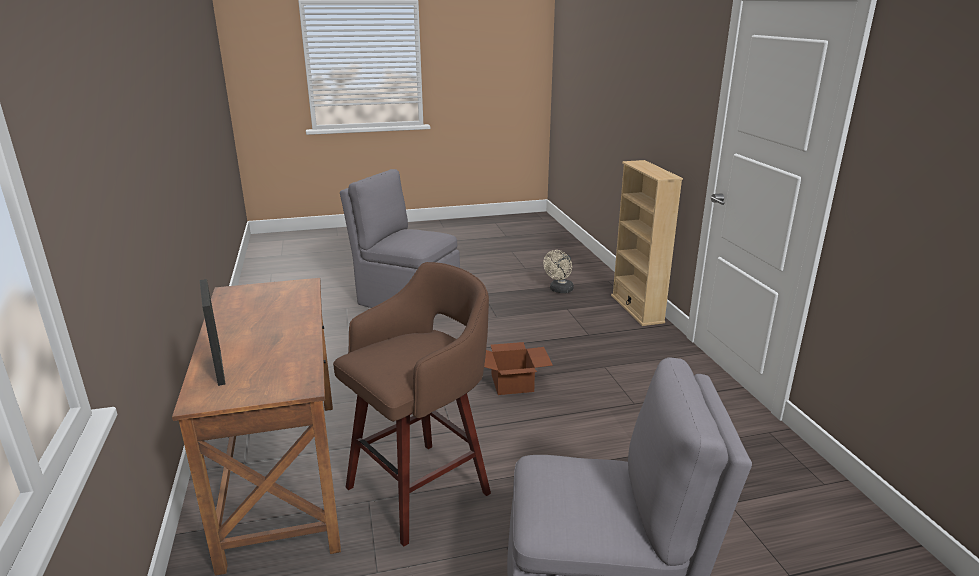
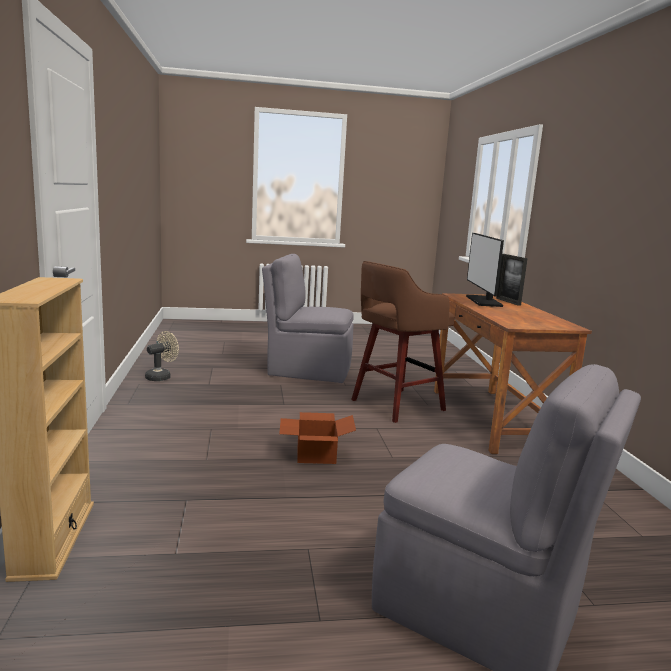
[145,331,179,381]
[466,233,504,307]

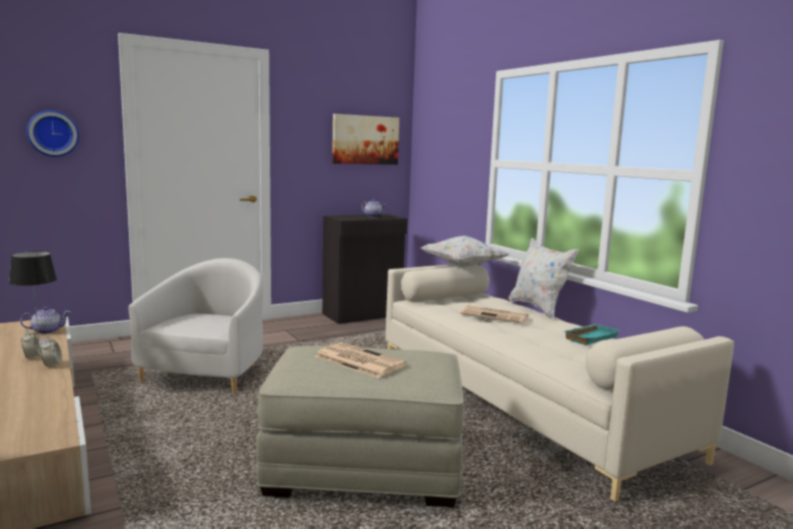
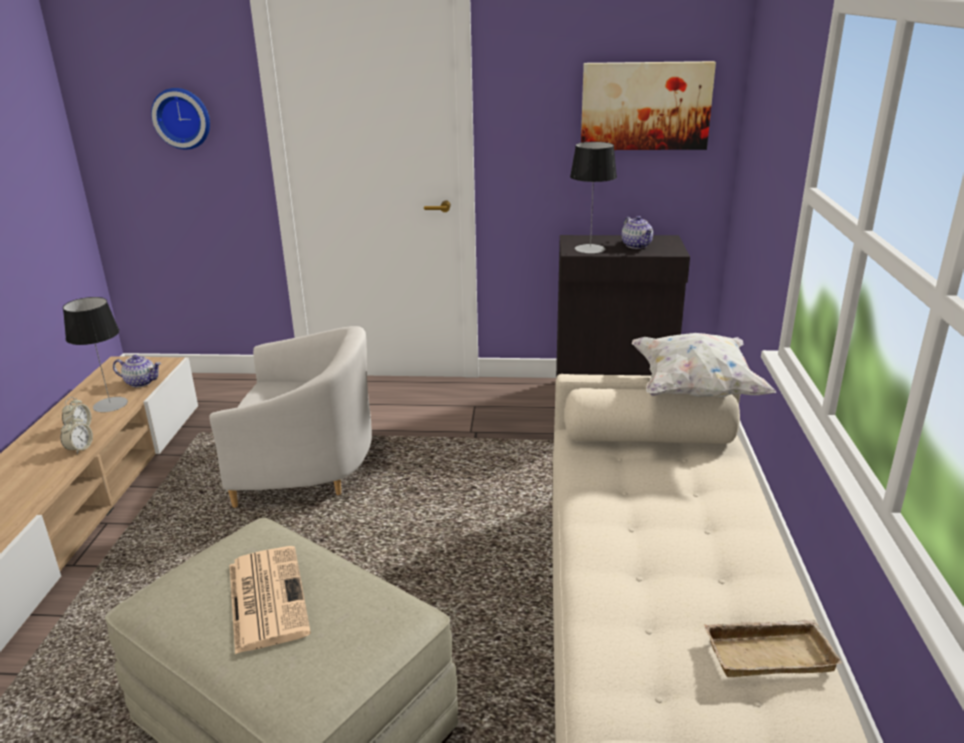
[508,238,579,320] (first image)
[209,326,372,508]
[460,305,528,323] (first image)
[704,620,842,677]
[570,142,617,254]

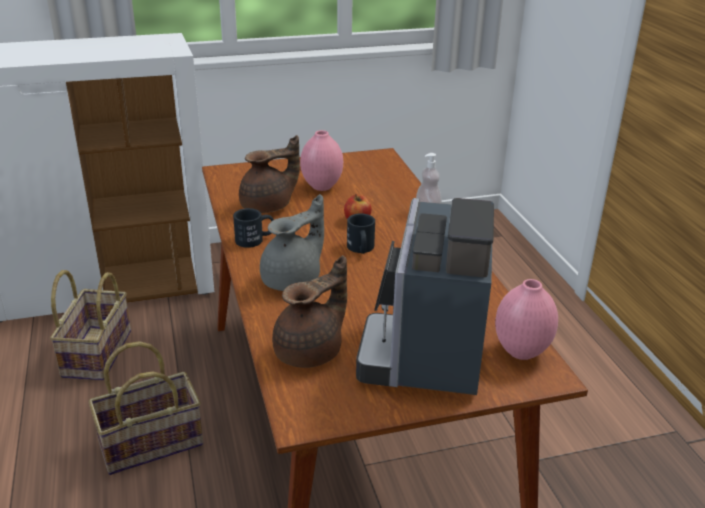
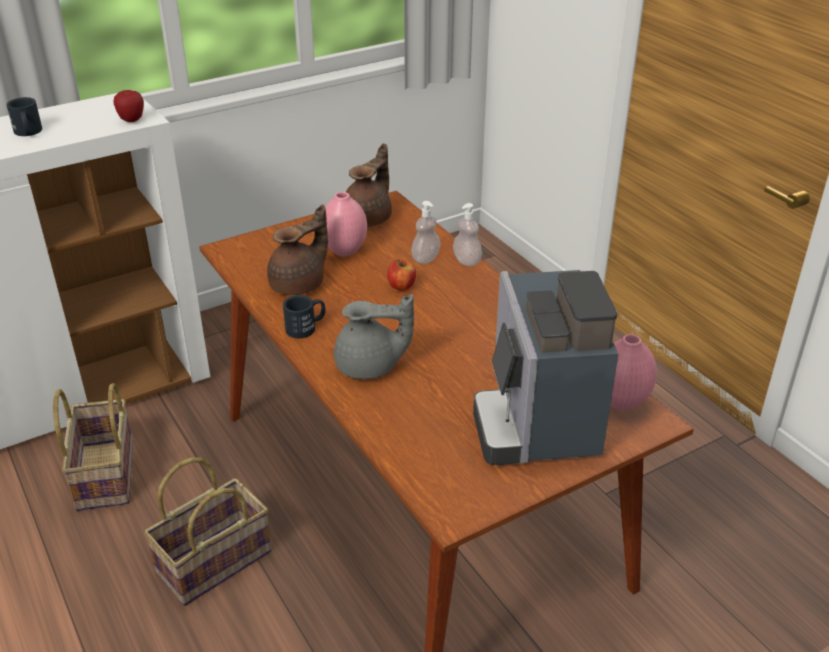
[334,294,414,379]
[6,97,42,136]
[346,143,392,227]
[114,90,144,122]
[411,201,441,264]

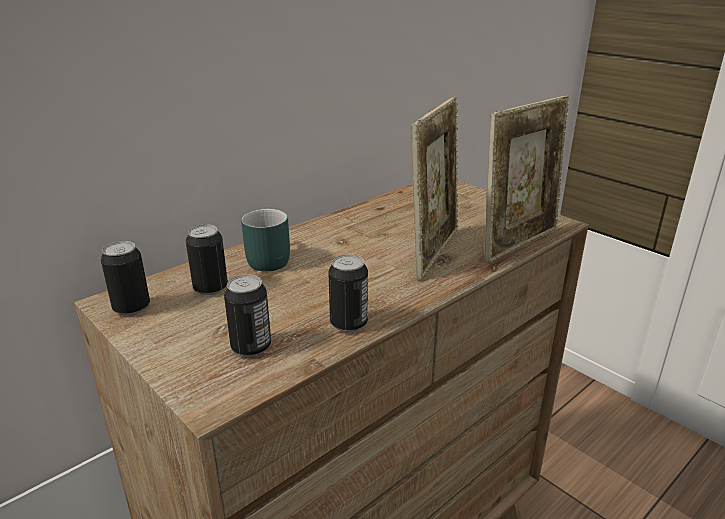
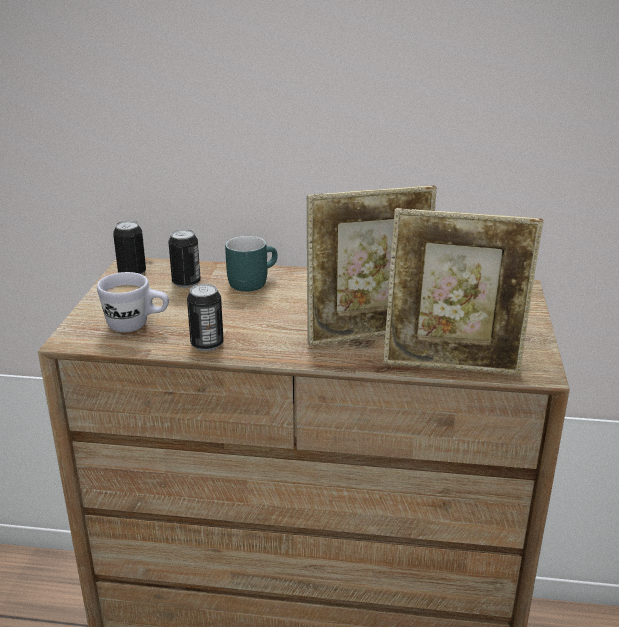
[97,272,169,333]

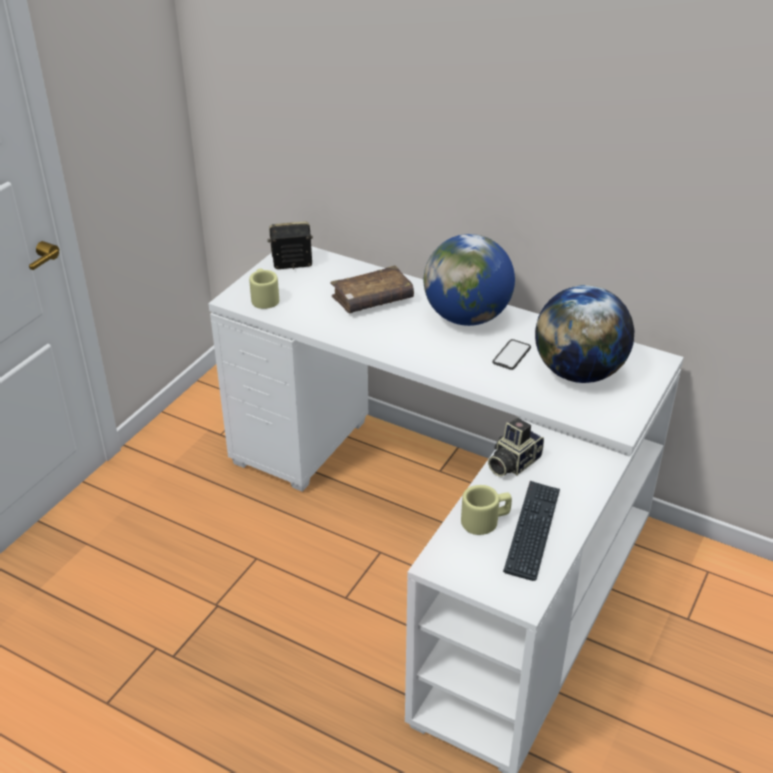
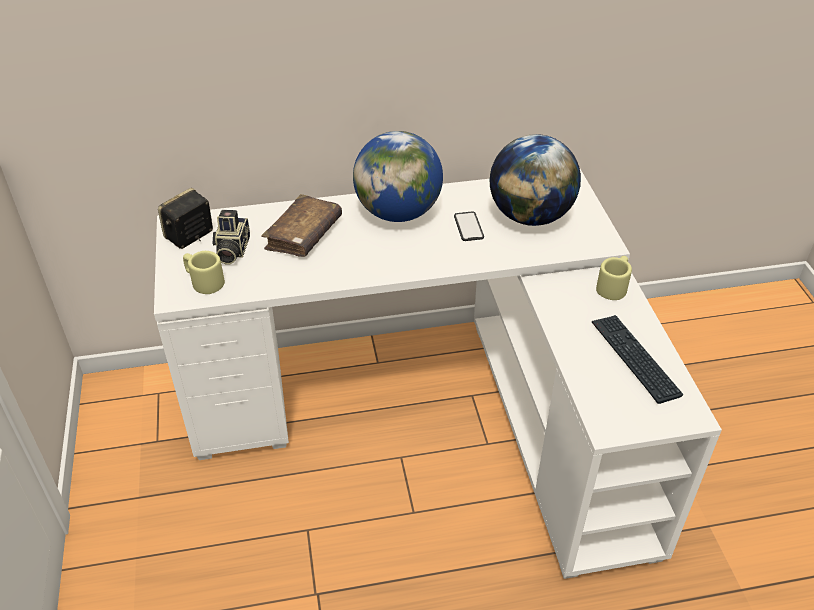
[212,210,250,264]
[596,256,632,300]

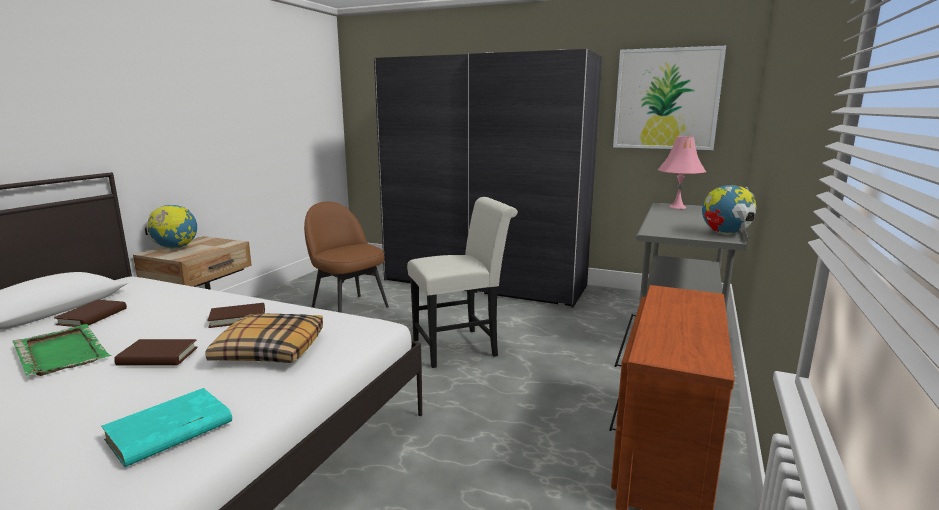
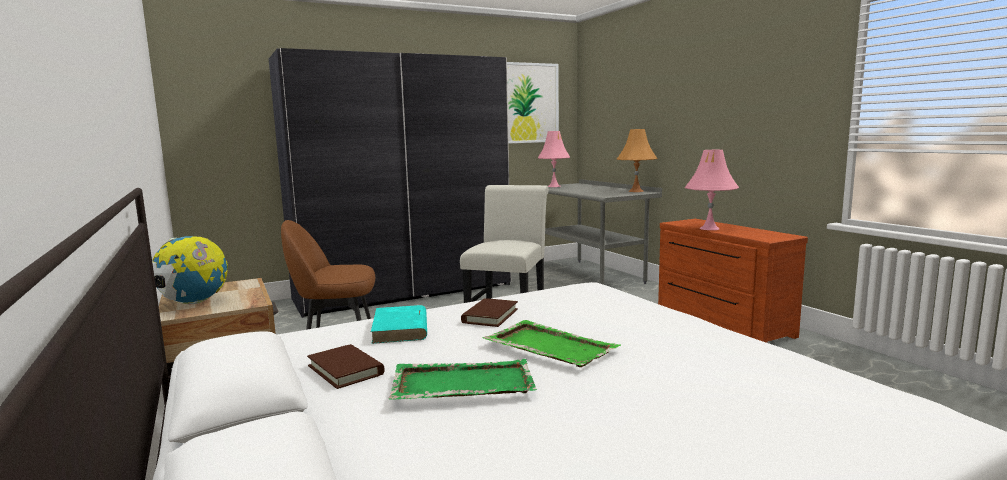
[617,129,657,192]
[205,314,323,363] (first image)
[482,320,621,367]
[371,305,427,344]
[685,150,739,230]

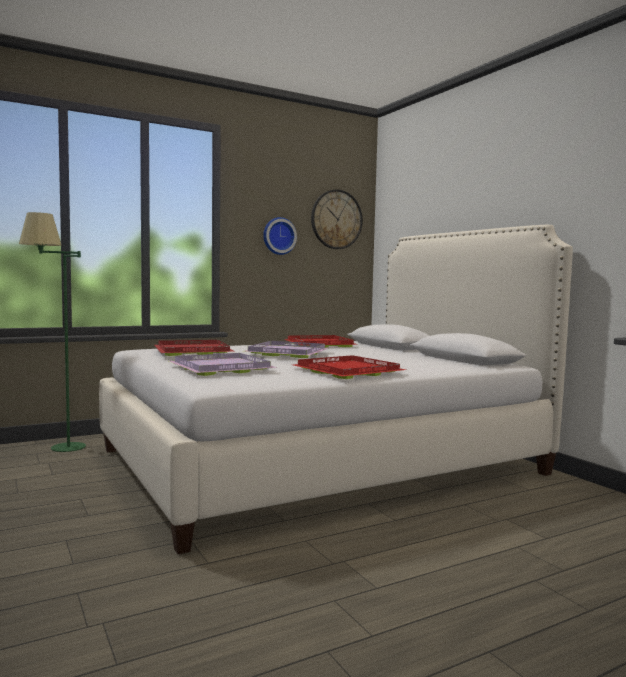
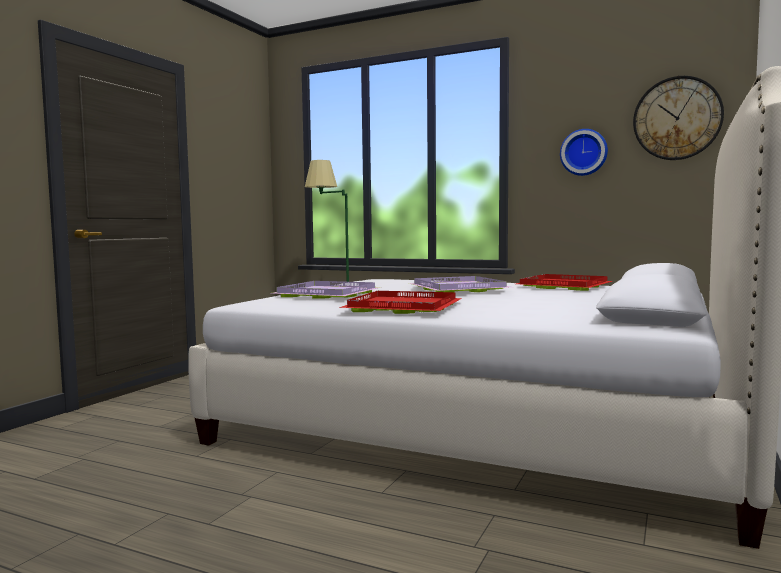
[155,340,235,356] (first image)

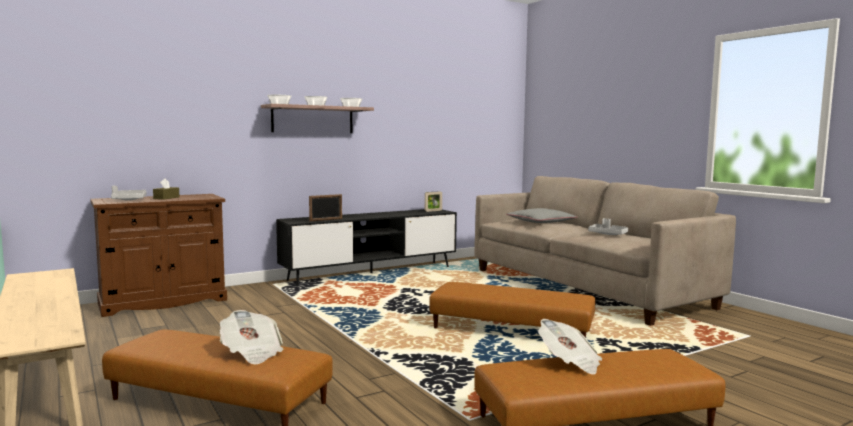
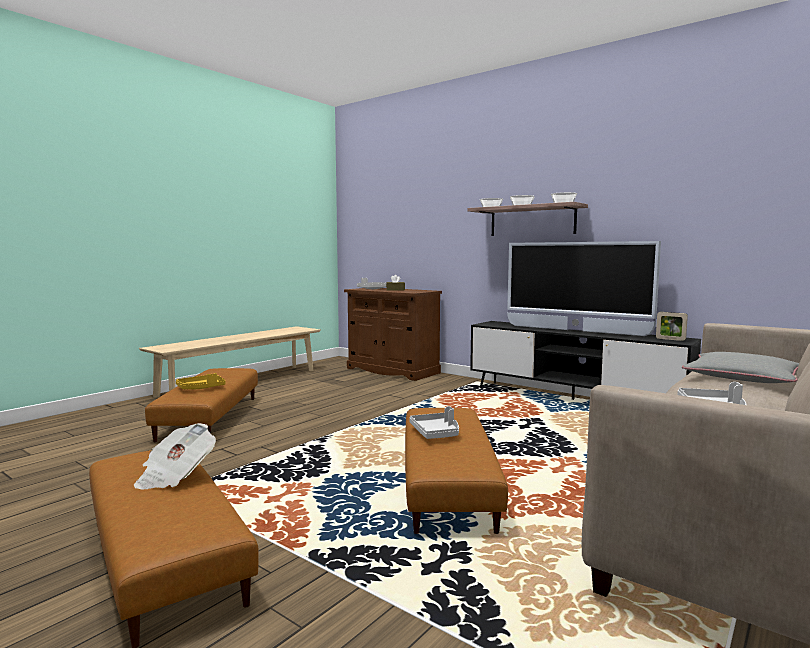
[309,194,342,221] (first image)
[176,373,226,389]
[507,241,661,336]
[409,406,459,439]

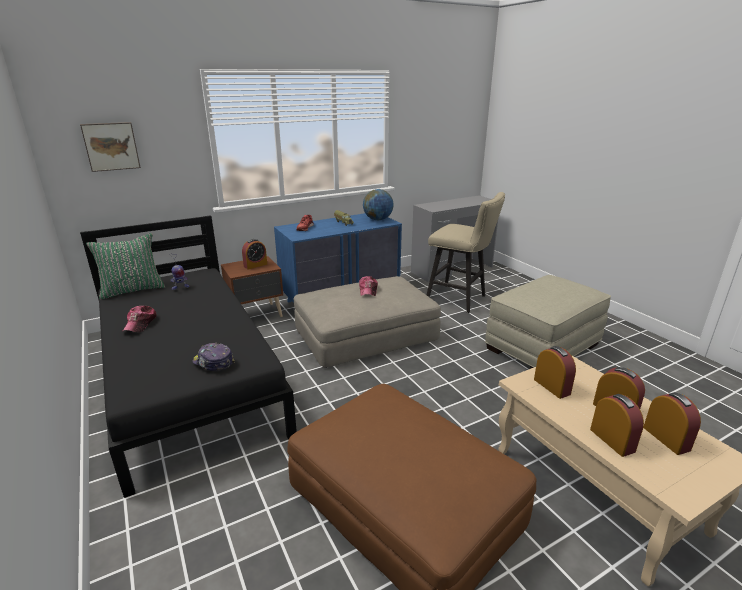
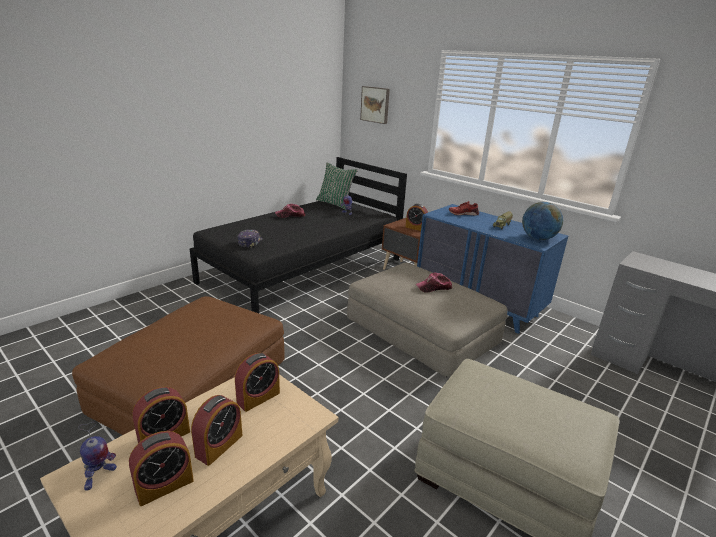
[427,192,505,313] (first image)
[78,422,117,491]

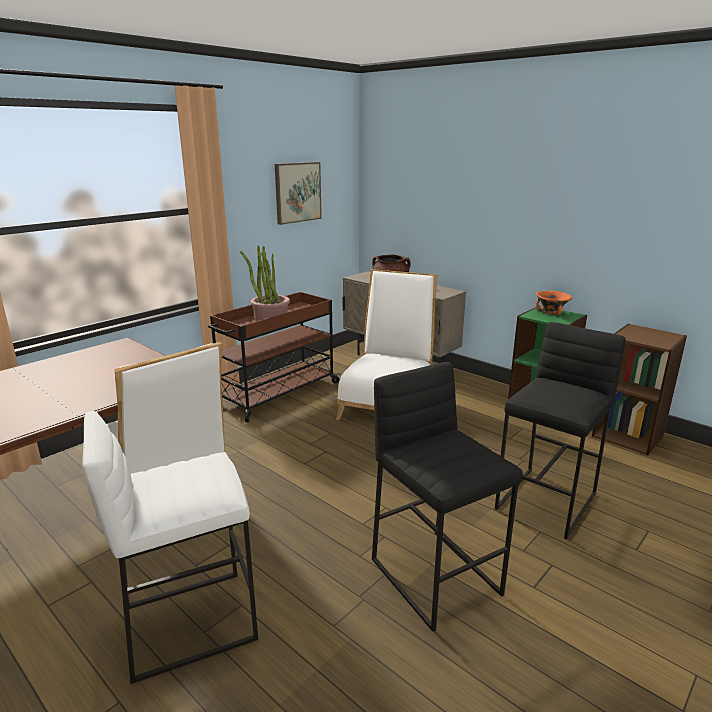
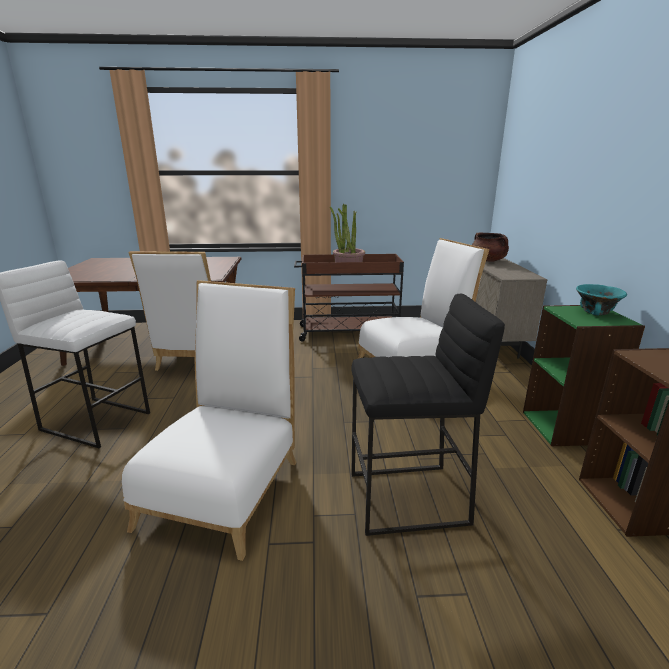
[275,162,322,225] (first image)
[576,284,627,316]
[122,280,297,561]

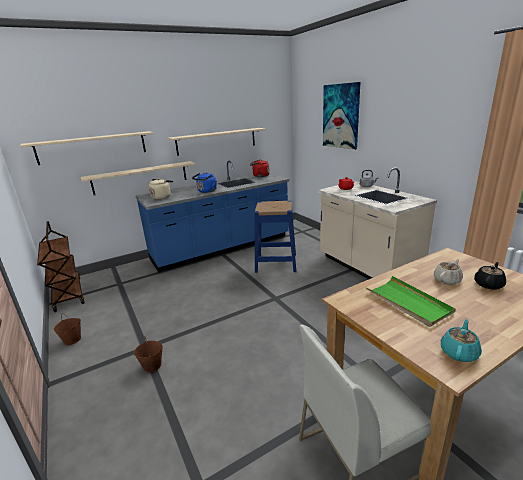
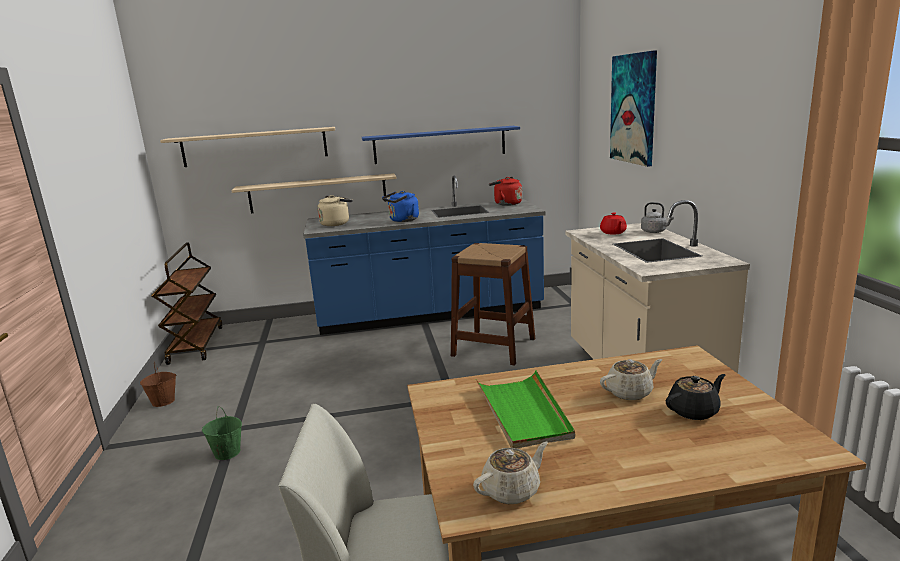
[362,126,520,164]
[451,243,535,366]
[473,442,548,504]
[202,407,242,460]

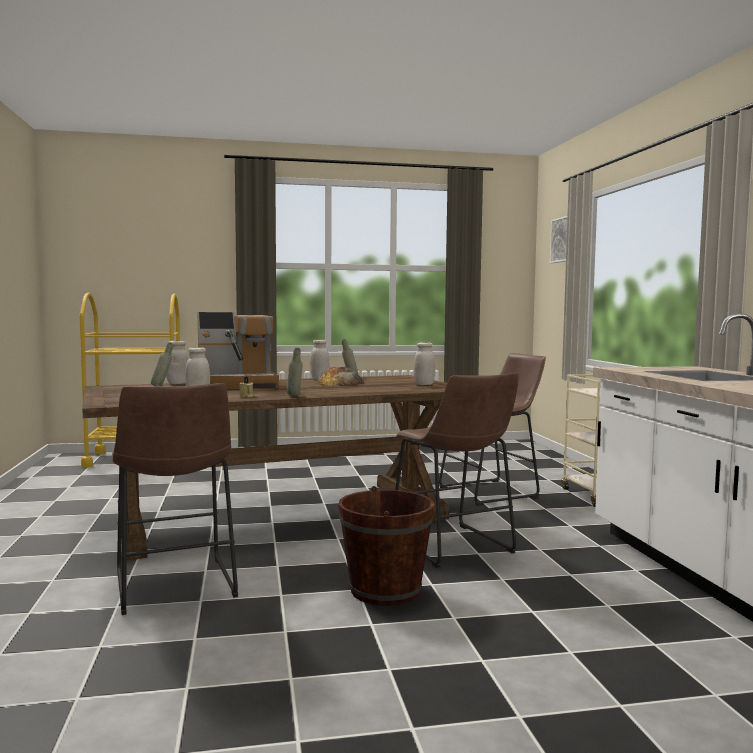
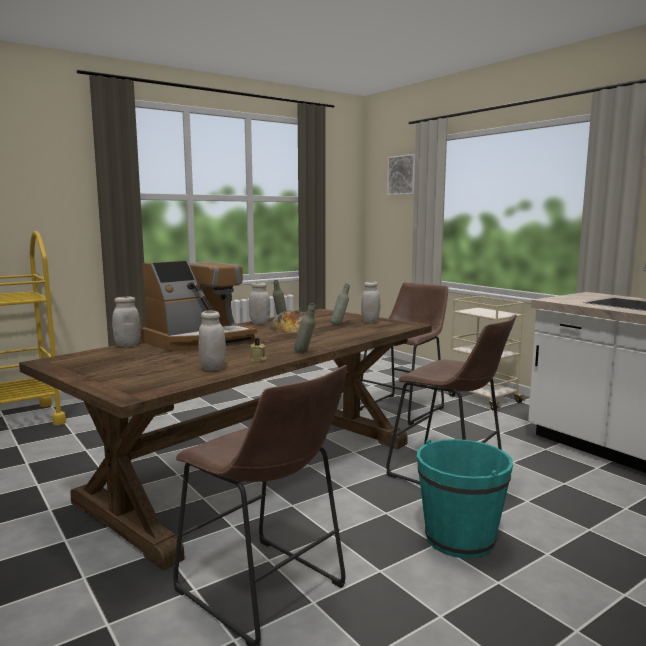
[331,283,350,326]
[417,439,513,559]

